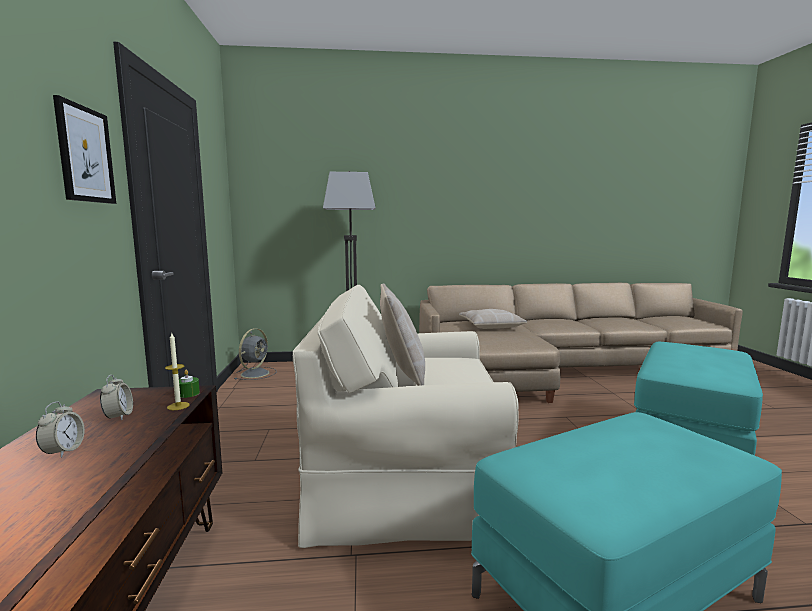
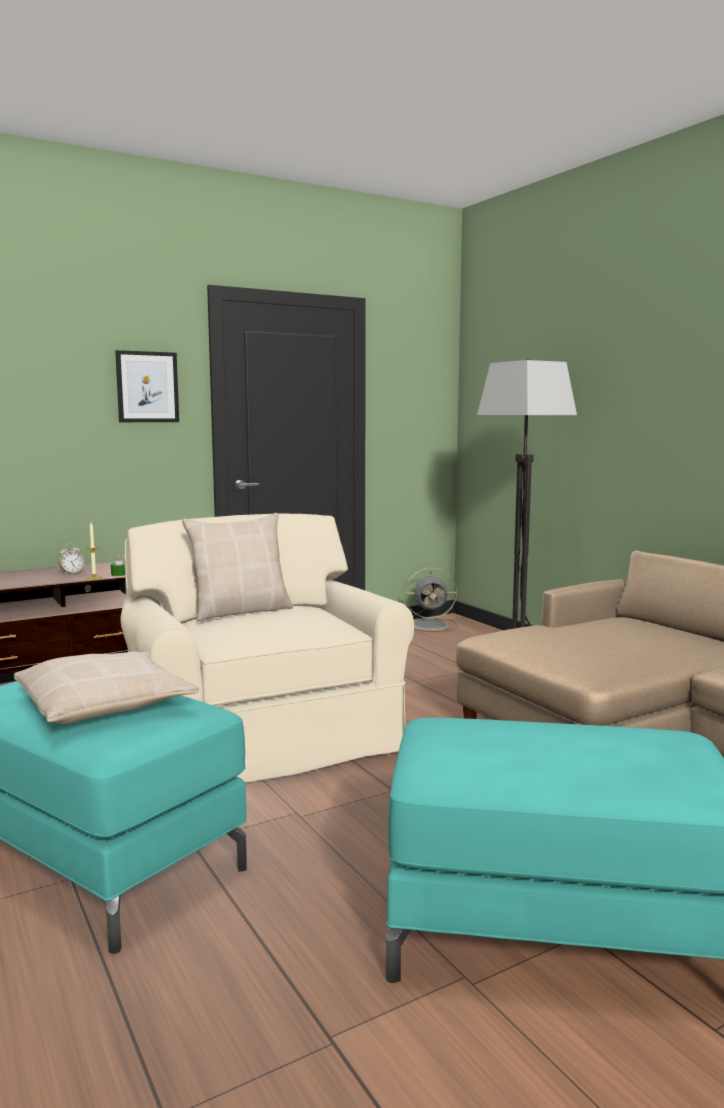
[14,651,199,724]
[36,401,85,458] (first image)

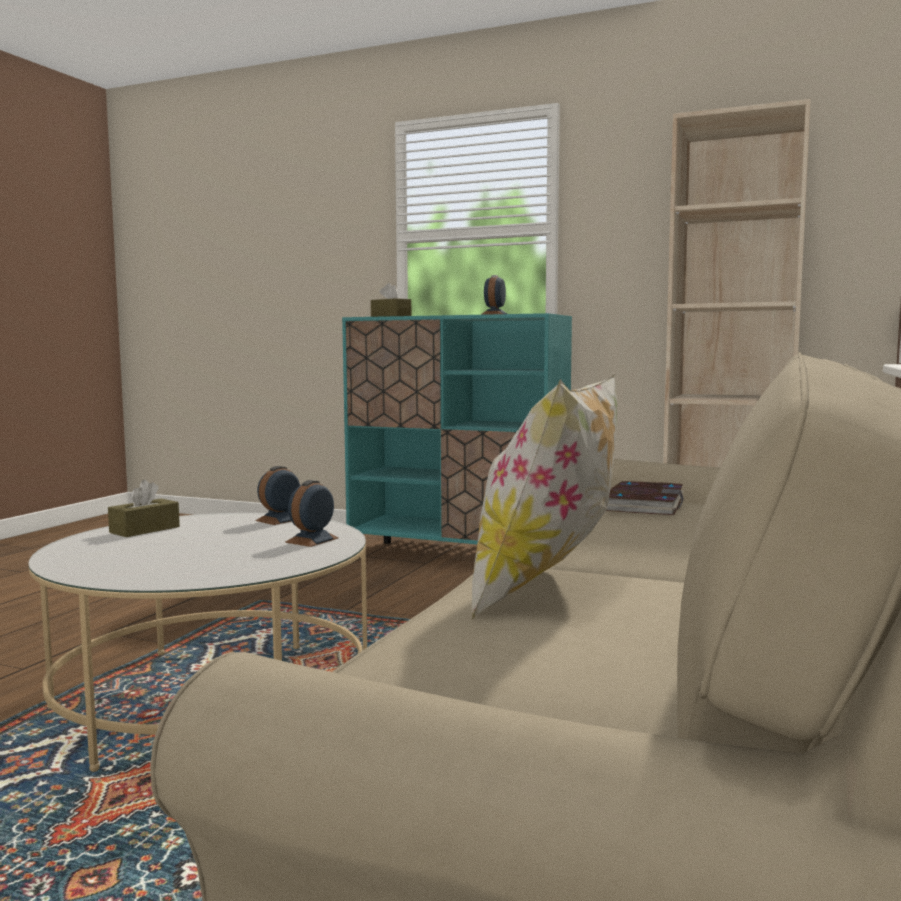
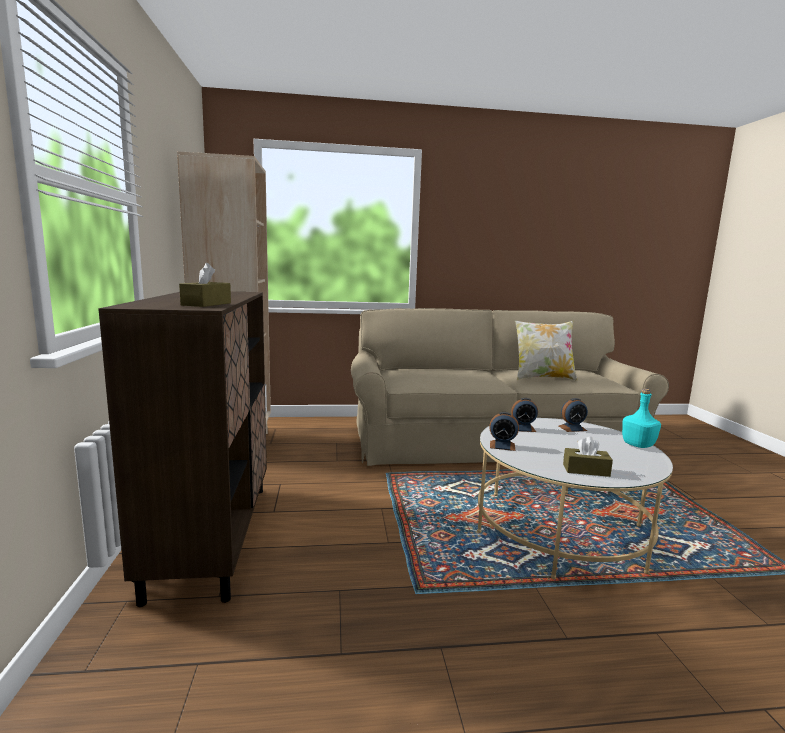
[559,398,588,432]
[98,292,267,607]
[606,481,684,515] (first image)
[622,388,661,448]

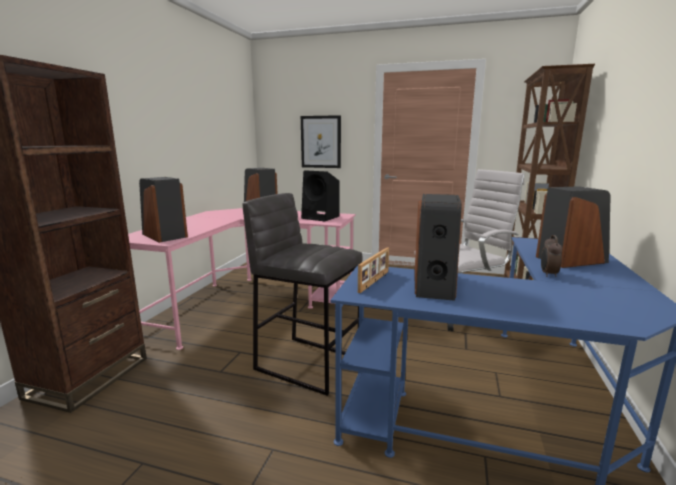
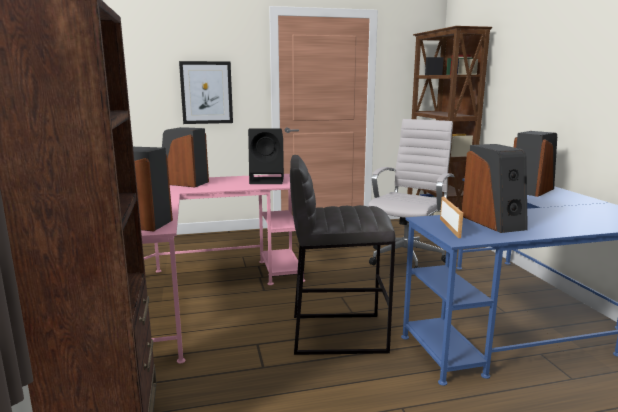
[541,235,562,277] (first image)

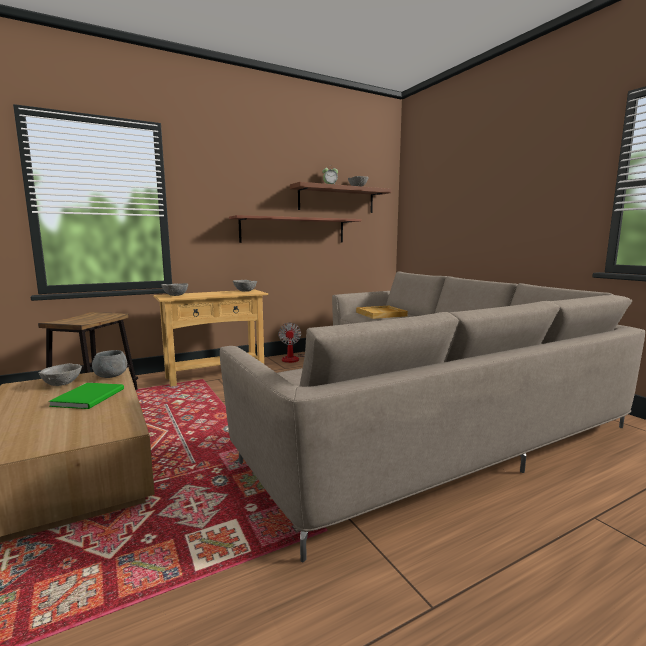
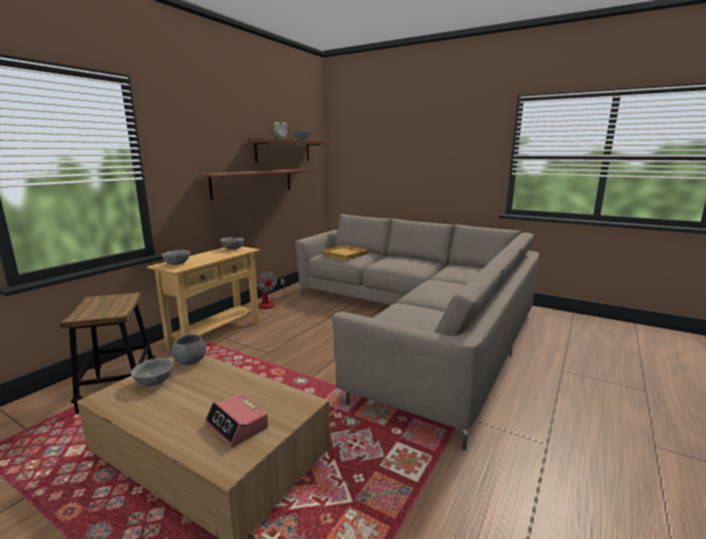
[48,383,124,409] (first image)
[205,394,268,447]

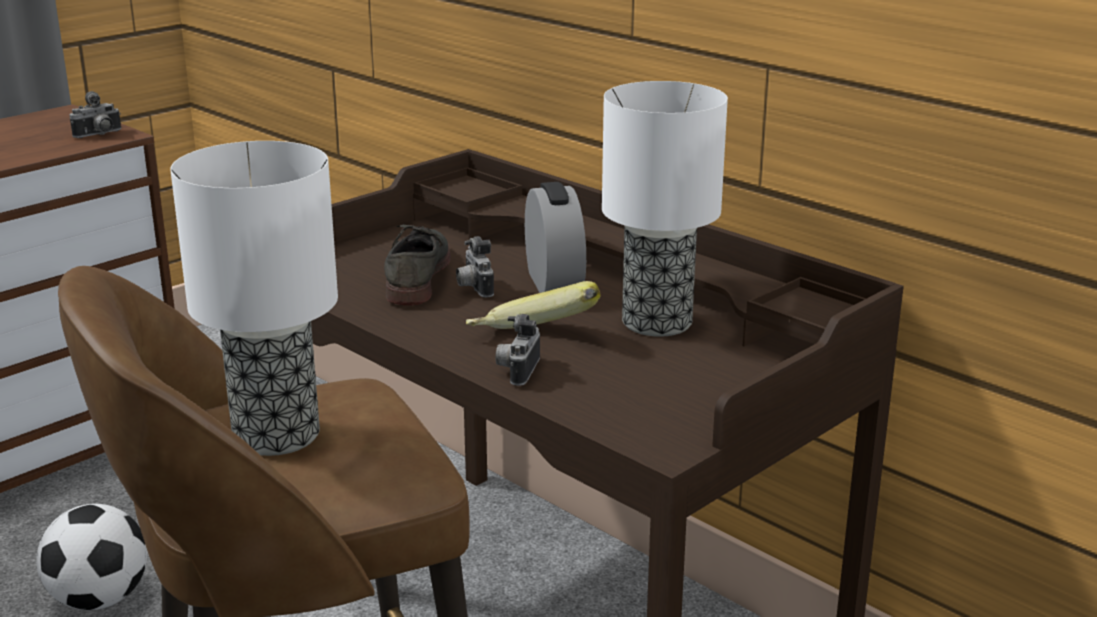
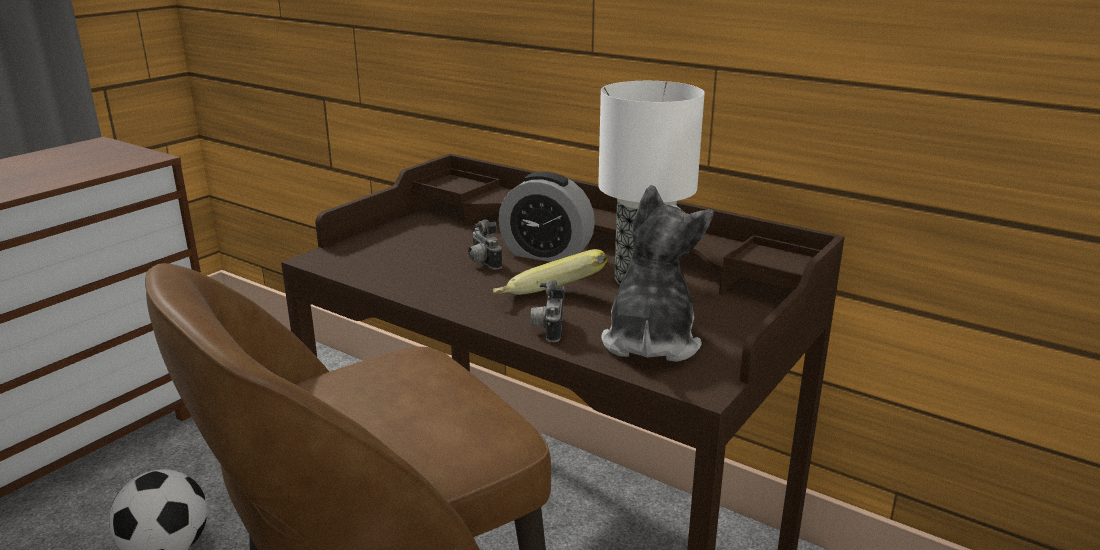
[69,91,121,138] (first image)
[170,141,338,456] (first image)
[498,172,595,262]
[384,225,451,306] (first image)
[601,185,713,362]

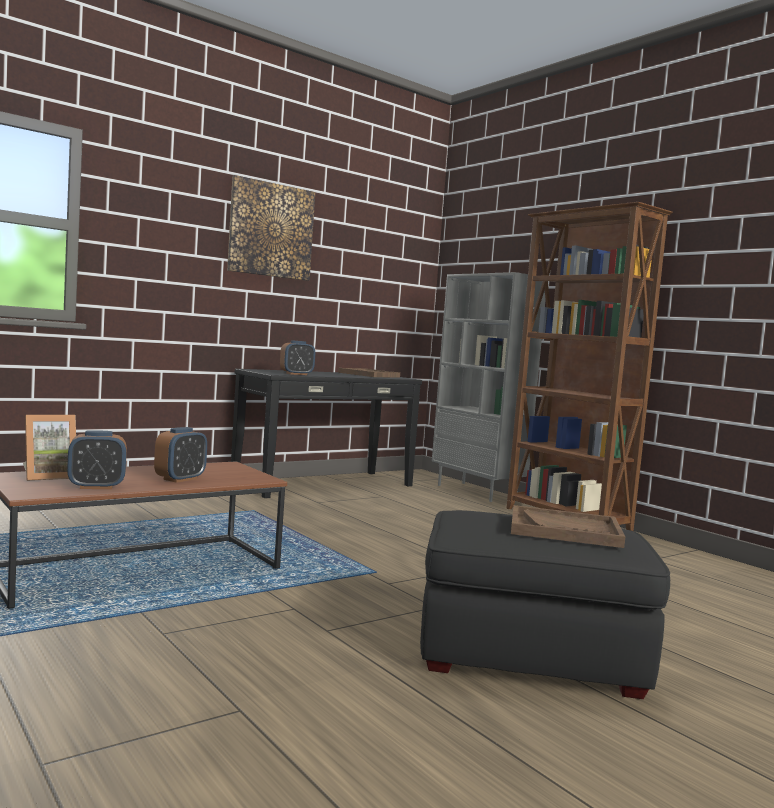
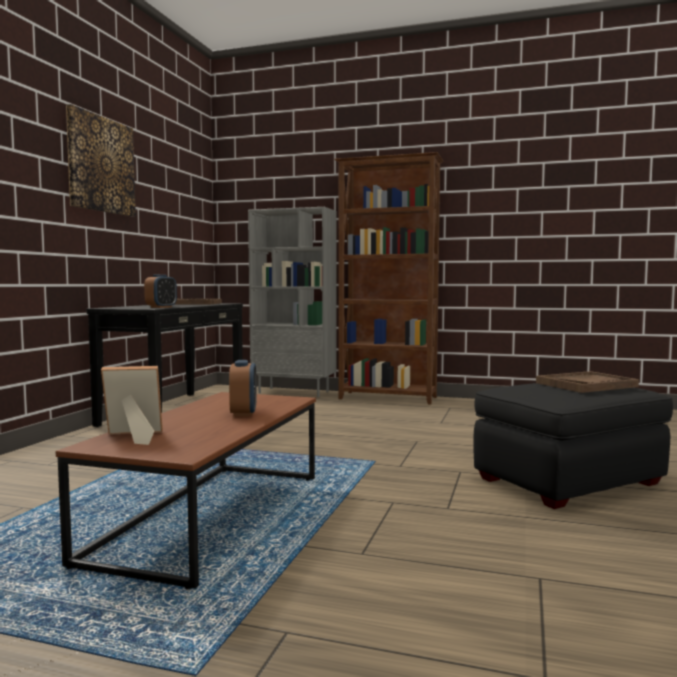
[101,366,163,445]
[67,430,127,489] (first image)

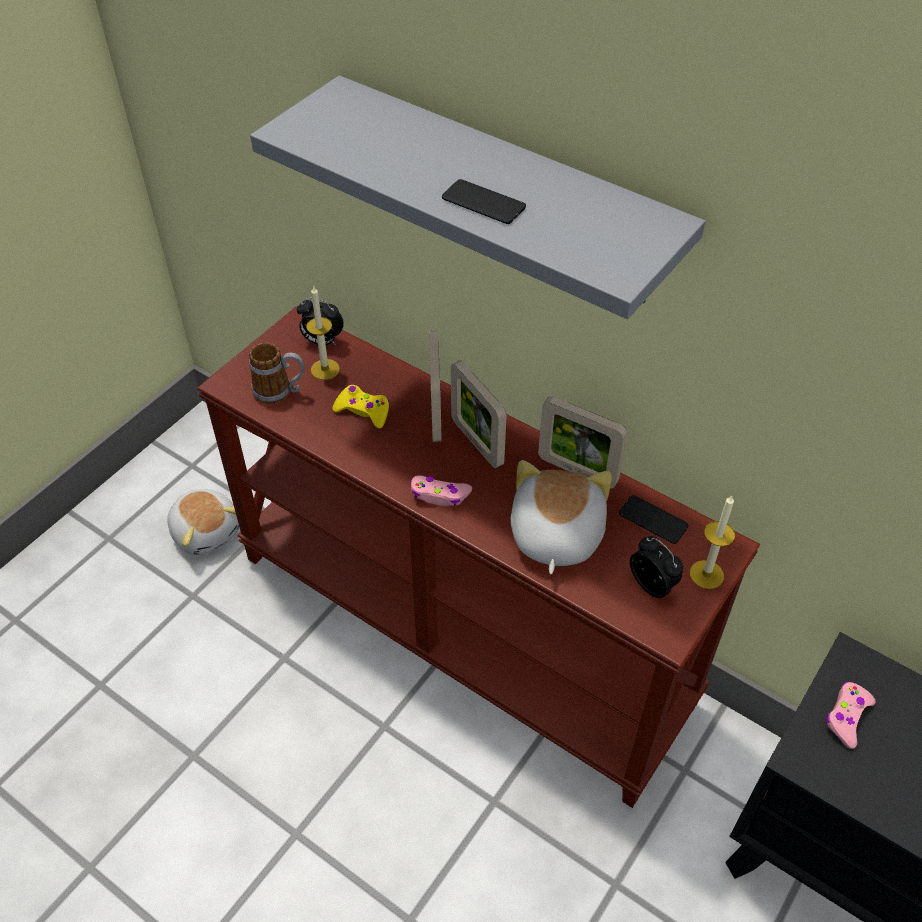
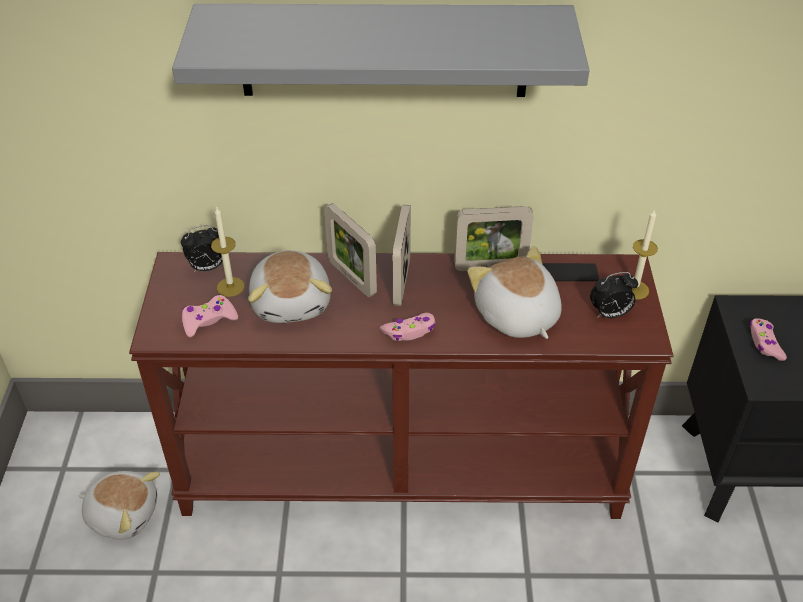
[442,179,526,224] (first image)
[182,295,238,337]
[392,204,411,306]
[248,250,332,323]
[590,272,638,318]

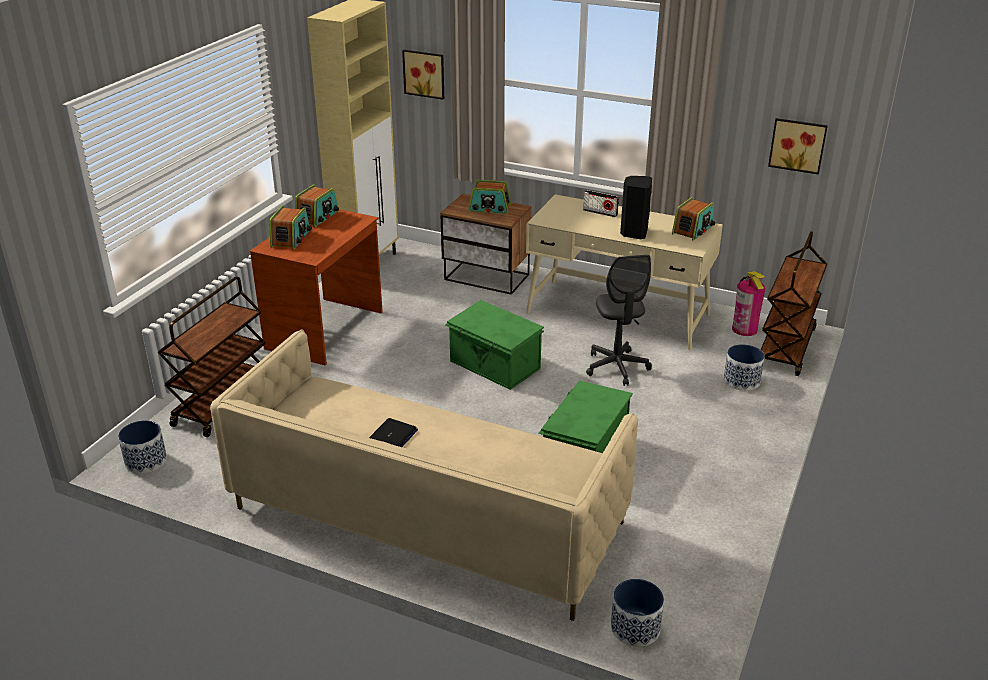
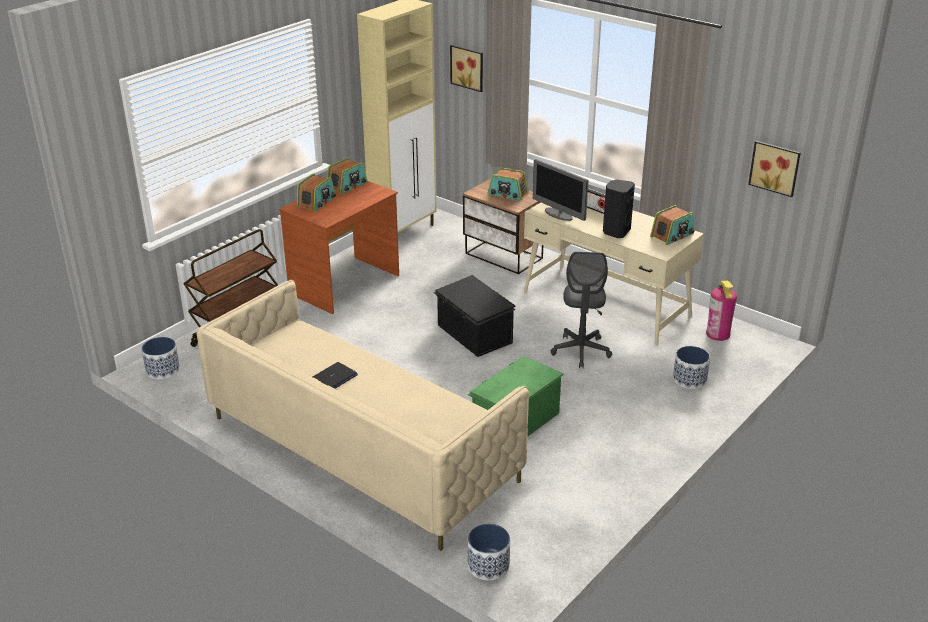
[761,231,827,376] (first image)
[434,275,516,357]
[533,159,589,221]

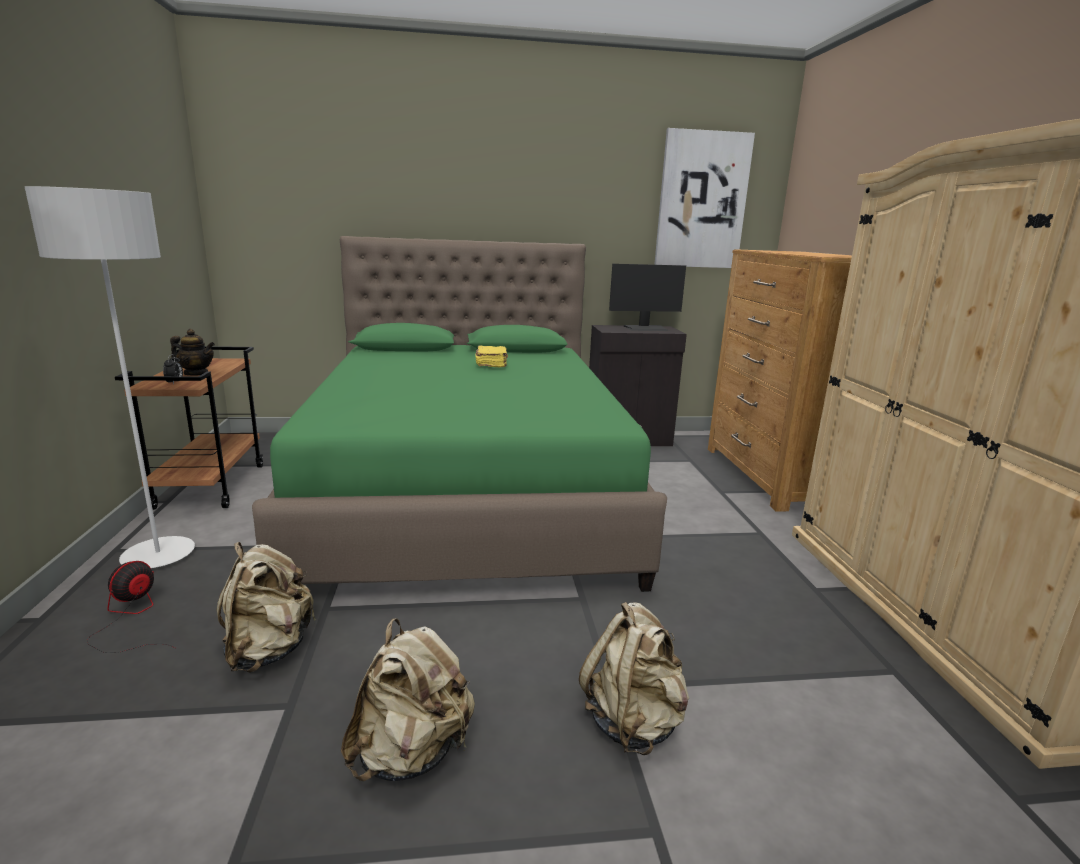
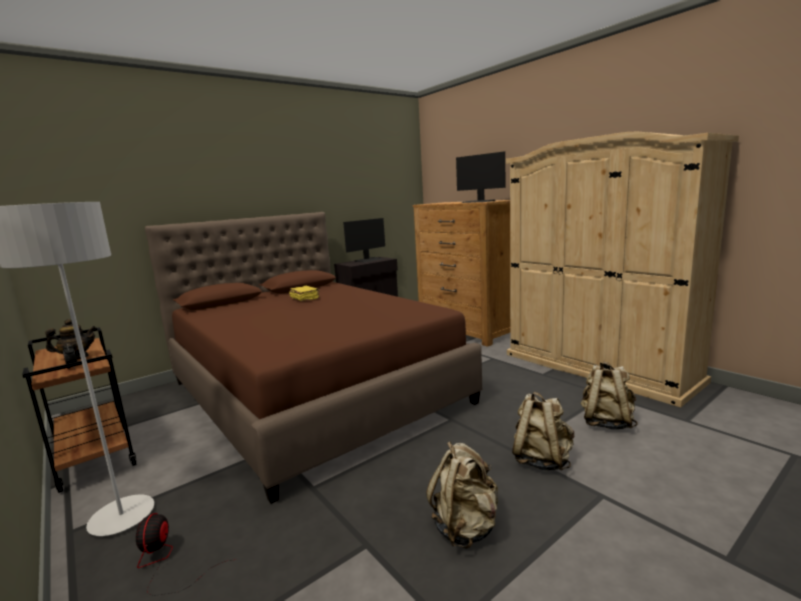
[654,128,755,268] (first image)
[145,212,483,504]
[581,362,637,430]
[456,151,505,203]

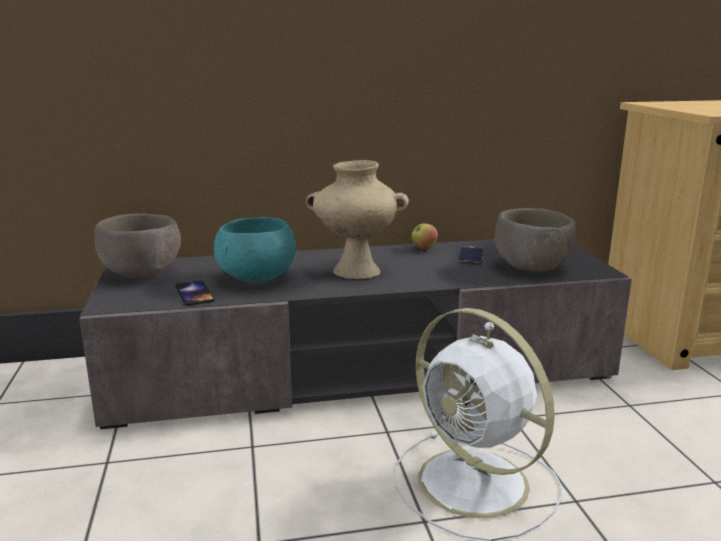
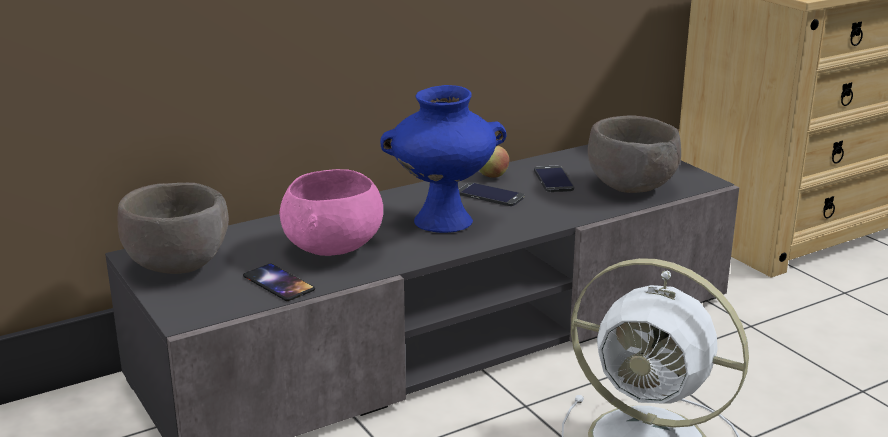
[380,85,507,233]
[280,169,383,256]
[459,183,524,206]

